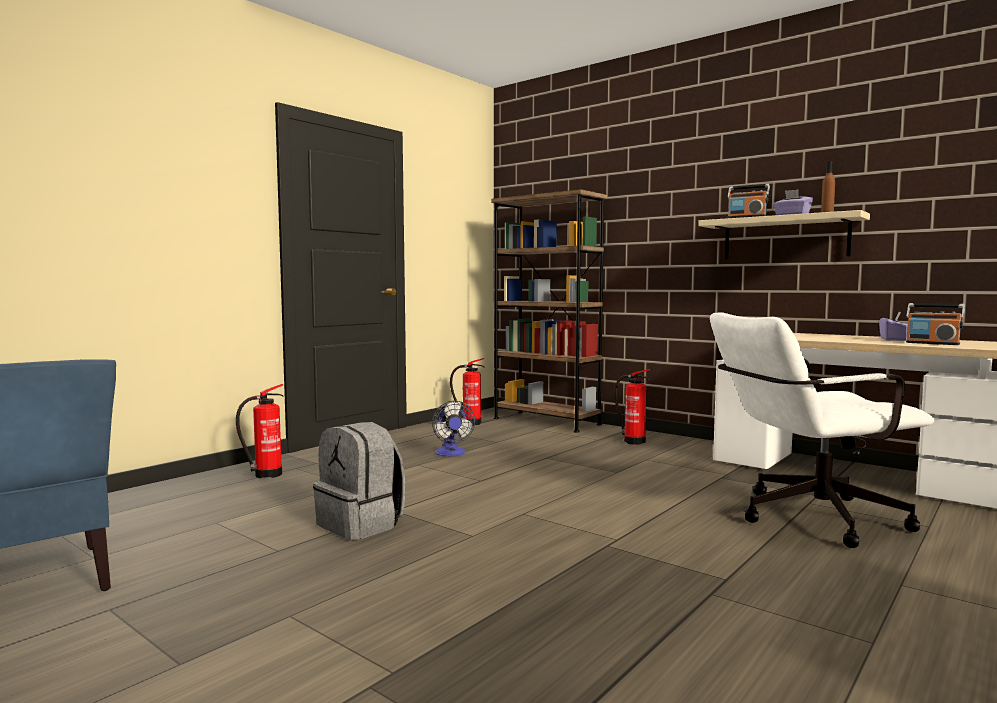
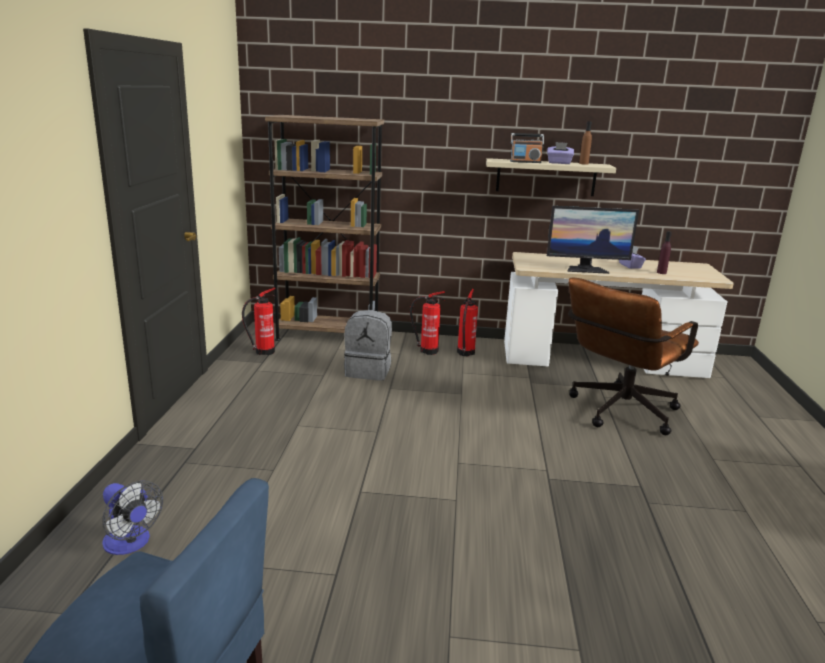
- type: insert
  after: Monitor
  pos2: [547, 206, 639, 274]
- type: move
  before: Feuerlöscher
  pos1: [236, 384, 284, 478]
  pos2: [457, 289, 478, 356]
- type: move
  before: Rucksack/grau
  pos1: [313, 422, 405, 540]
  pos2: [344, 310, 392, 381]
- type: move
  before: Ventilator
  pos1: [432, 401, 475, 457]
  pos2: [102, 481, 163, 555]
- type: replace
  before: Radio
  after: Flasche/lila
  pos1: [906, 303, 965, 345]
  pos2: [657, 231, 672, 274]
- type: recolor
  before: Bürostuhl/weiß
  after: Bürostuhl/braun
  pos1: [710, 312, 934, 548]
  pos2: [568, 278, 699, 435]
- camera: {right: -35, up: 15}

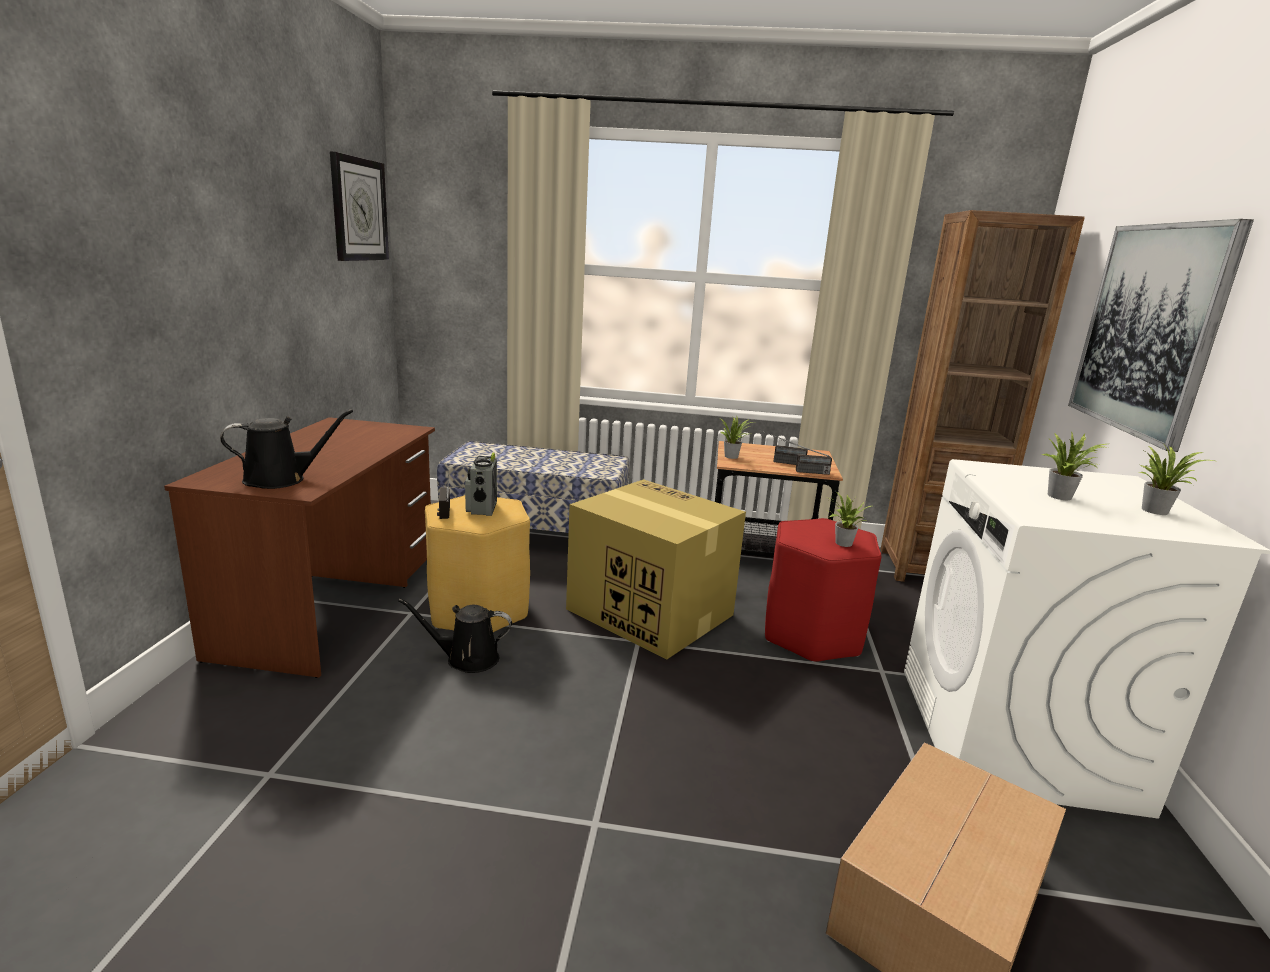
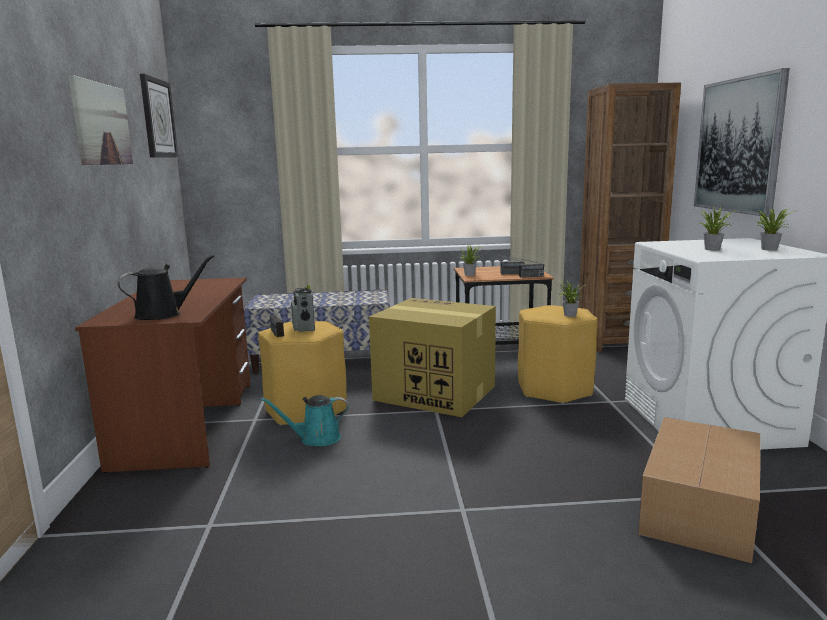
- type: insert
  after: Bild
  pos2: [68, 75, 133, 165]
- type: recolor
  before: Gießkanne/schwarz
  after: Gießkanne/türkis
  pos1: [398, 599, 512, 673]
  pos2: [261, 395, 349, 446]
- type: recolor
  before: Hocker/rot
  after: Hocker/gelb
  pos1: [765, 518, 881, 663]
  pos2: [518, 305, 598, 404]
- camera: {right: -10, up: -5}

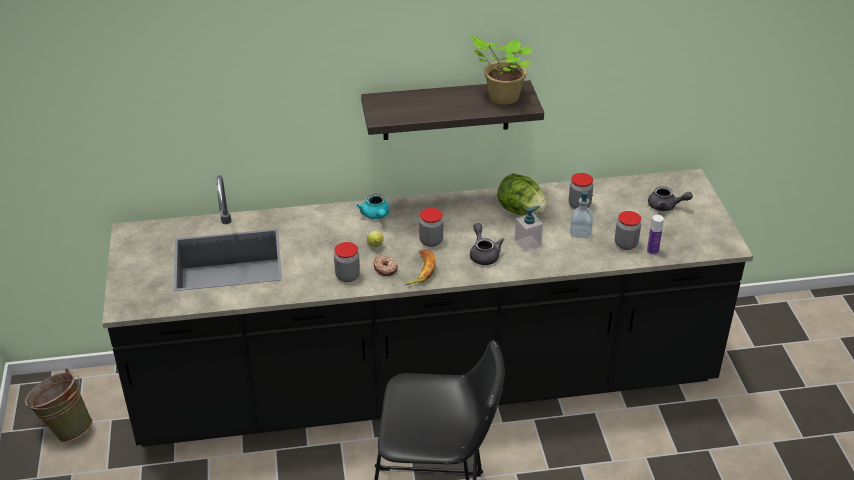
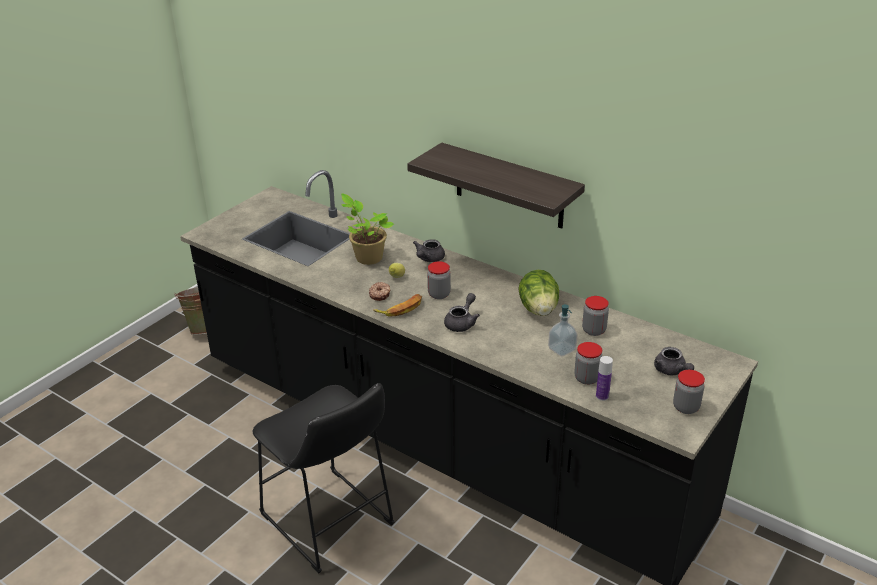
- type: delete
  before: Seifenspender
  pos1: [514, 206, 543, 252]
- type: move
  before: Vorratsglas
  pos1: [334, 242, 360, 282]
  pos2: [673, 370, 705, 414]
- type: move
  before: Topfpflanze
  pos1: [470, 36, 532, 105]
  pos2: [341, 194, 394, 265]
- type: recolor
  before: Teekanne/türkis
  after: Teekanne/grau
  pos1: [357, 194, 390, 219]
  pos2: [413, 239, 445, 262]
- camera: {right: 45, up: -5}

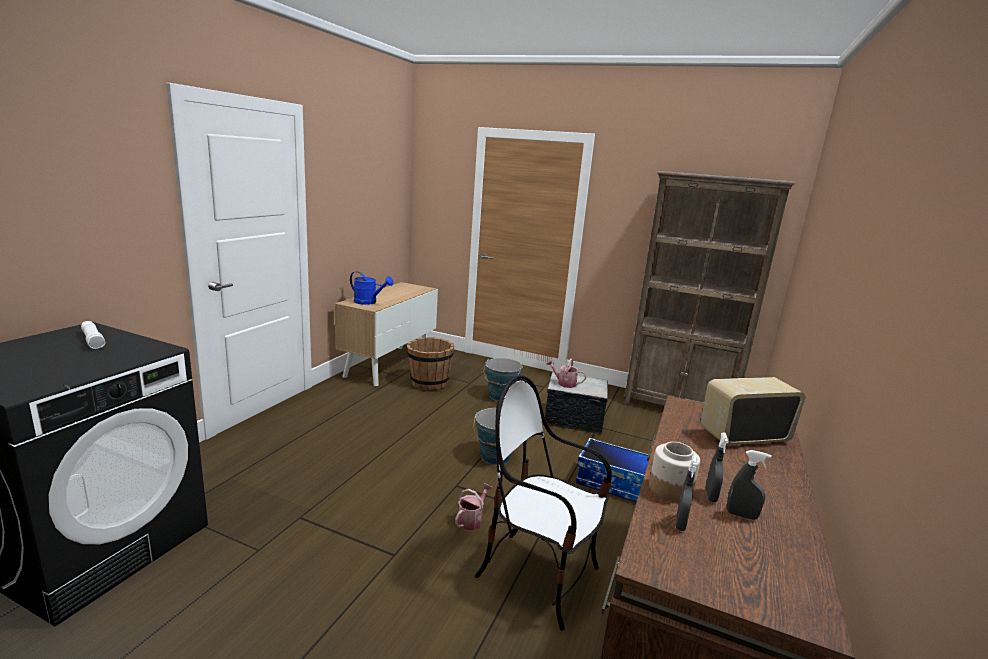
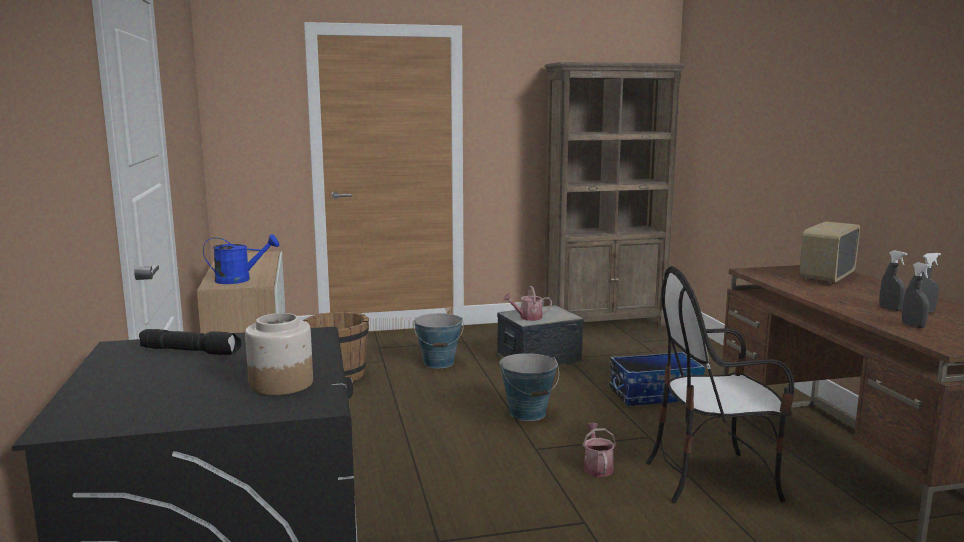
- type: move
  before: Vorratsglas
  pos1: [649, 442, 700, 502]
  pos2: [245, 313, 313, 395]
- type: recolor
  before: Taschenlampe/weiß
  after: Taschenlampe/schwarz
  pos1: [81, 321, 105, 349]
  pos2: [139, 329, 241, 355]
- camera: {right: -35, up: -5}

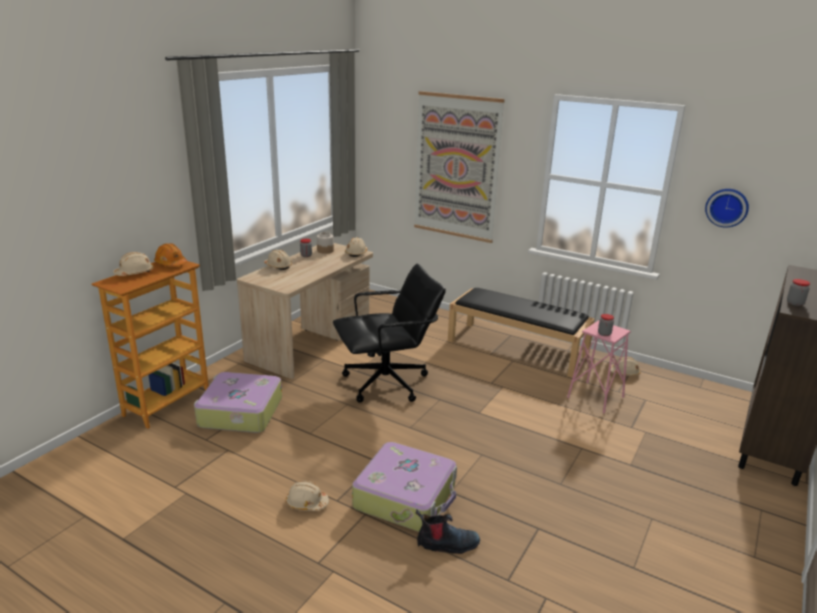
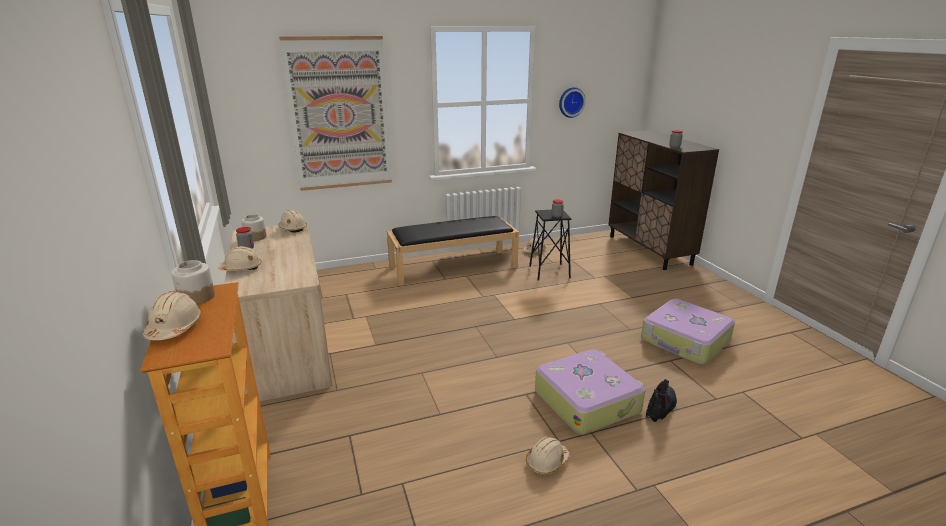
- type: delete
  before: Bürostuhl/schwarz
  pos1: [333, 264, 446, 403]
- type: move
  before: Koffer
  pos1: [194, 372, 282, 433]
  pos2: [641, 299, 735, 365]
- type: replace
  before: Schutzhelm/orange
  after: Vorratsglas
  pos1: [154, 243, 187, 266]
  pos2: [171, 260, 215, 304]
- type: recolor
  before: Hocker/rosa
  after: Hocker/schwarz
  pos1: [567, 320, 631, 413]
  pos2: [529, 210, 571, 280]
- camera: {right: -50, up: 0}

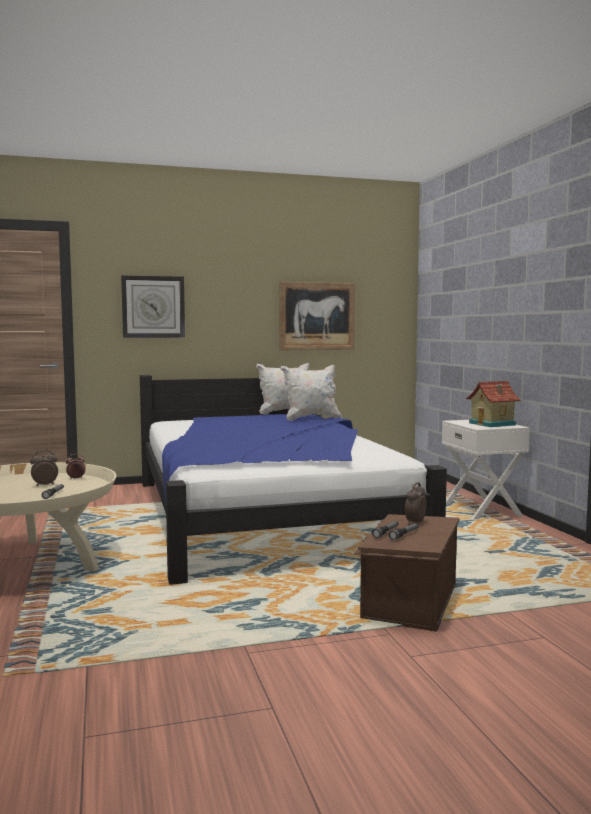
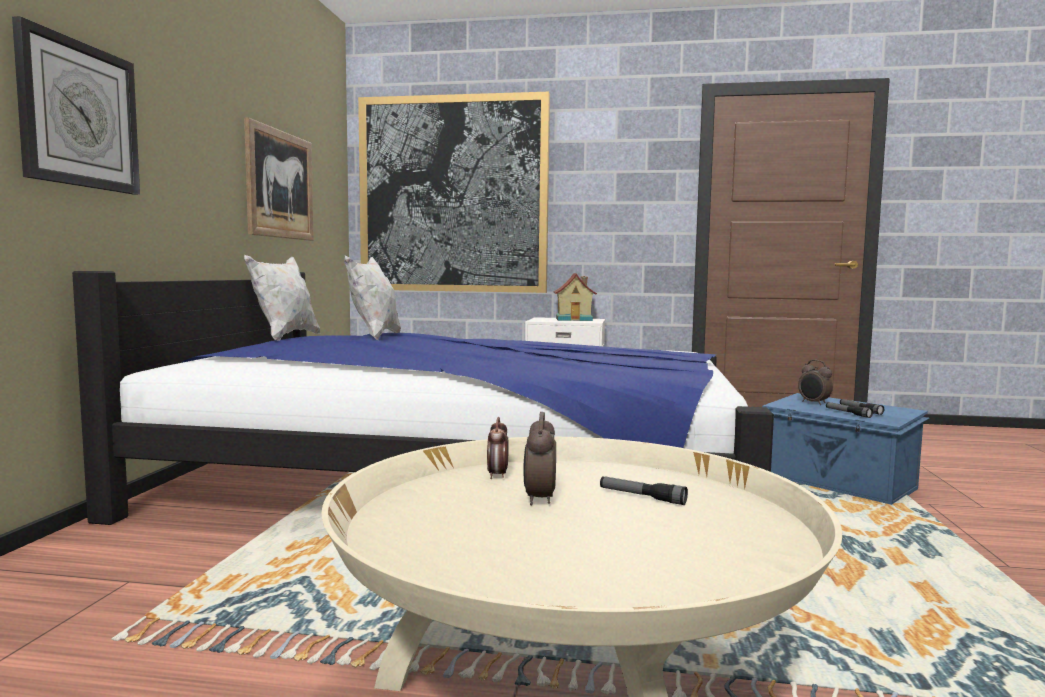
- type: insert
  after: Bild
  pos2: [358, 92, 550, 293]
- type: recolor
  before: Aufbewahrungsbox/braun
  after: Aufbewahrungsbox/blau
  pos1: [355, 514, 460, 632]
  pos2: [762, 393, 929, 505]
- camera: {right: -65, up: 0}

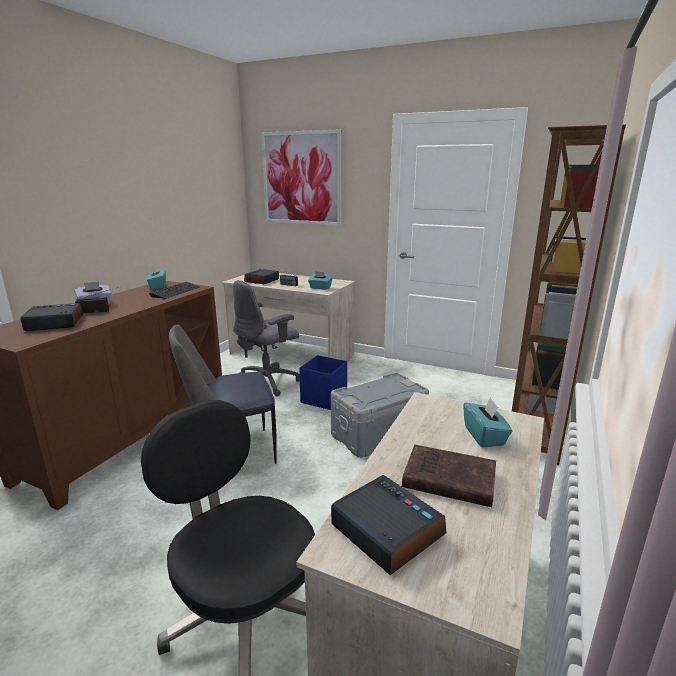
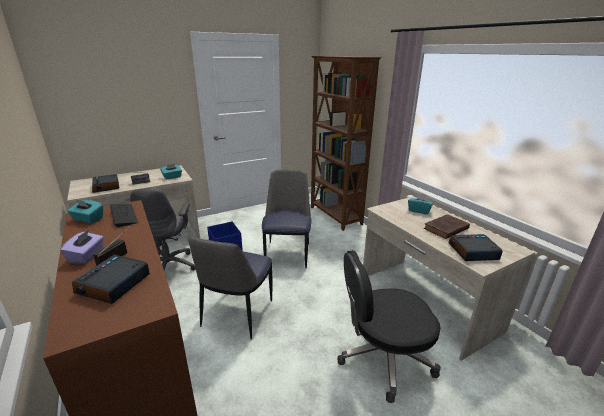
- type: delete
  before: Bild
  pos1: [261, 129, 341, 226]
- type: replace
  before: Aufbewahrungsbox/grau
  after: Stuhl
  pos1: [331, 372, 429, 458]
  pos2: [262, 169, 312, 268]
- camera: {right: -55, up: 5}

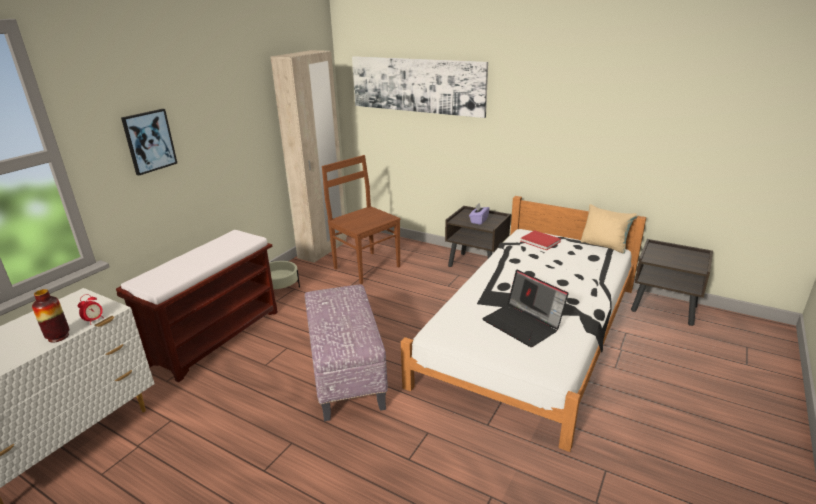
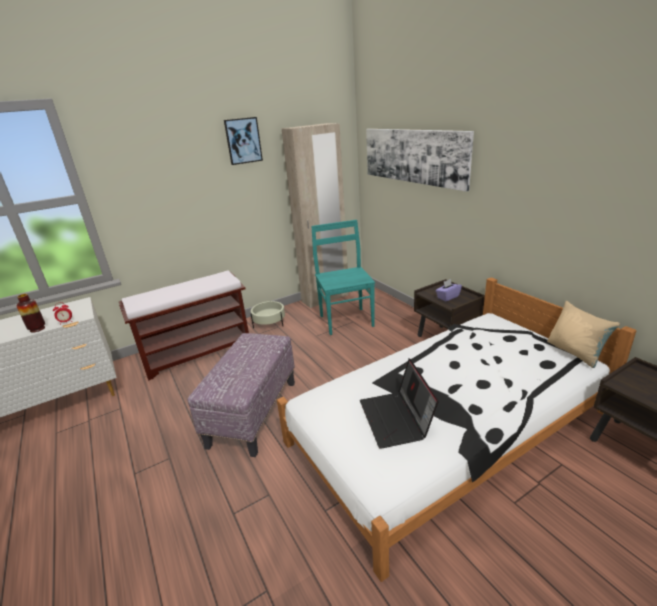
- type: delete
  before: Buch/rot
  pos1: [521, 230, 561, 250]
- type: move
  before: Bild
  pos1: [121, 109, 177, 175]
  pos2: [224, 117, 263, 165]
- type: recolor
  before: Stuhl/braun
  after: Stuhl/türkis
  pos1: [322, 155, 401, 284]
  pos2: [311, 220, 375, 335]
- camera: {right: 30, up: 0}

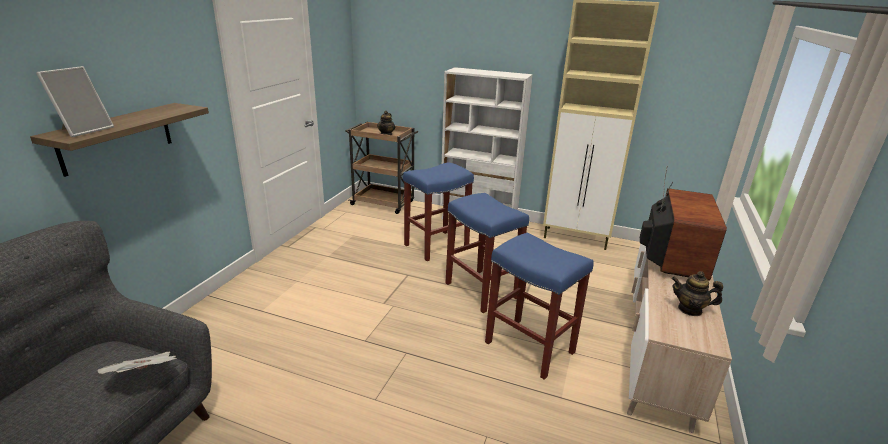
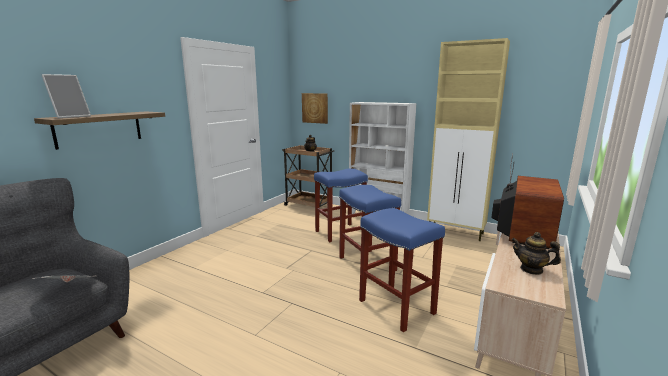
- type: insert
  after: Bild
  pos2: [302, 93, 328, 124]
- camera: {right: 10, up: -10}

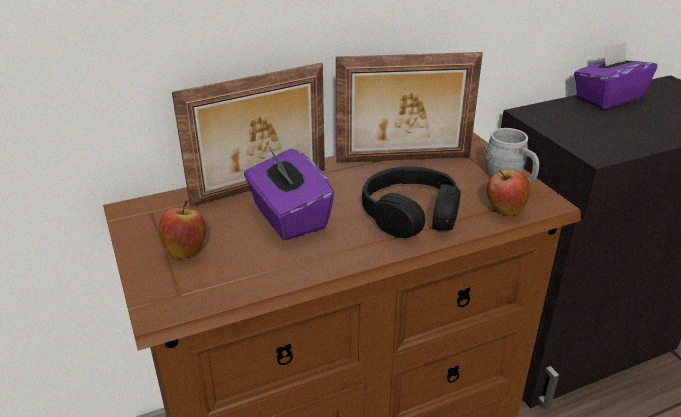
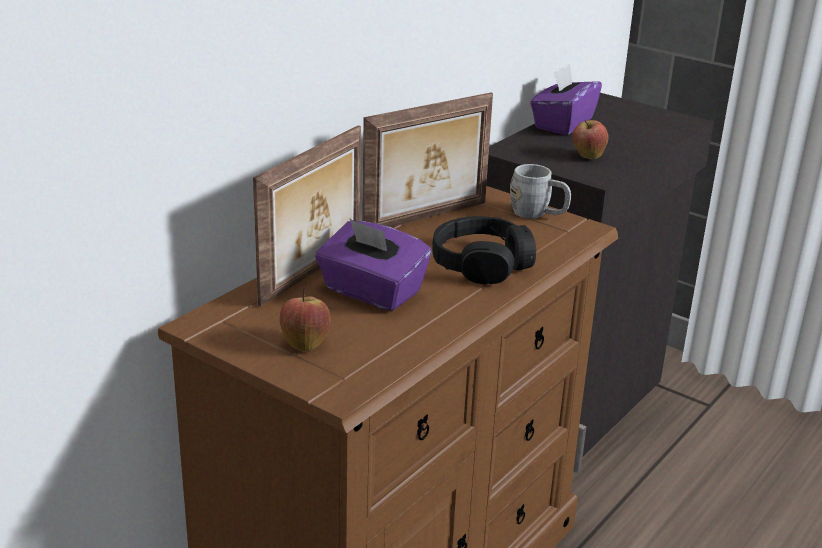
- type: move
  before: Apfel
  pos1: [487, 169, 531, 216]
  pos2: [572, 120, 609, 159]
- camera: {right: -30, up: -5}

